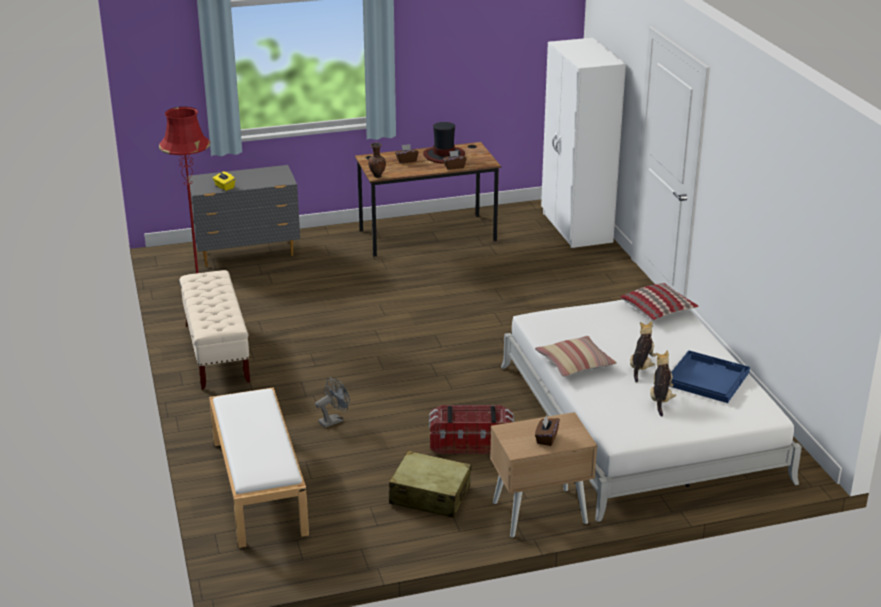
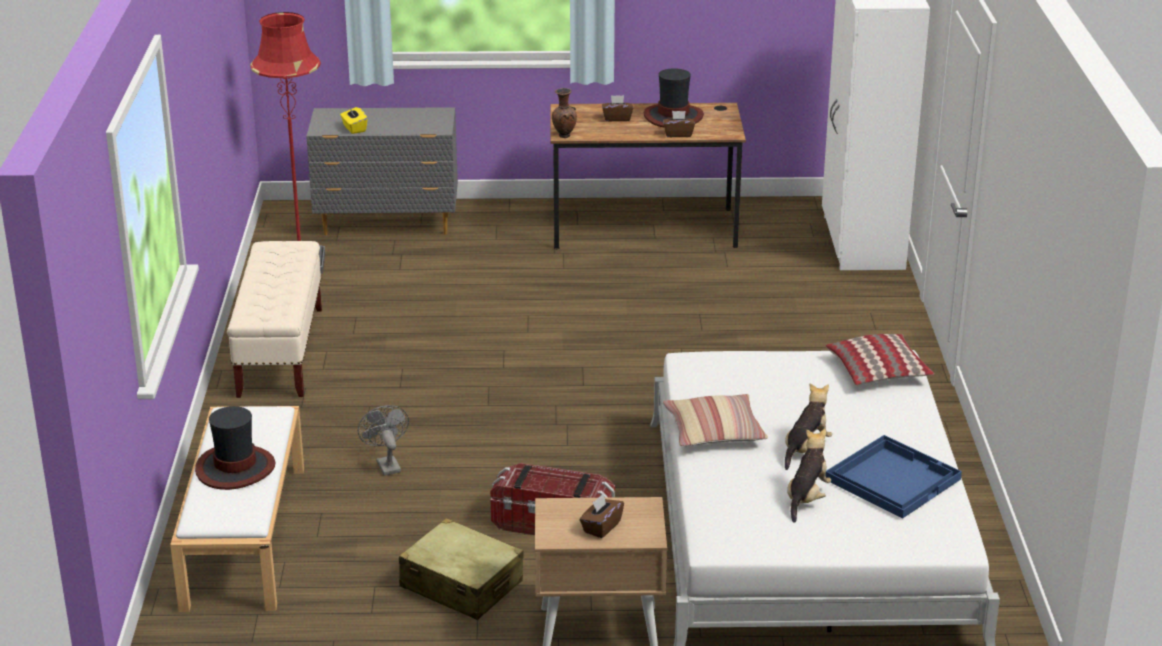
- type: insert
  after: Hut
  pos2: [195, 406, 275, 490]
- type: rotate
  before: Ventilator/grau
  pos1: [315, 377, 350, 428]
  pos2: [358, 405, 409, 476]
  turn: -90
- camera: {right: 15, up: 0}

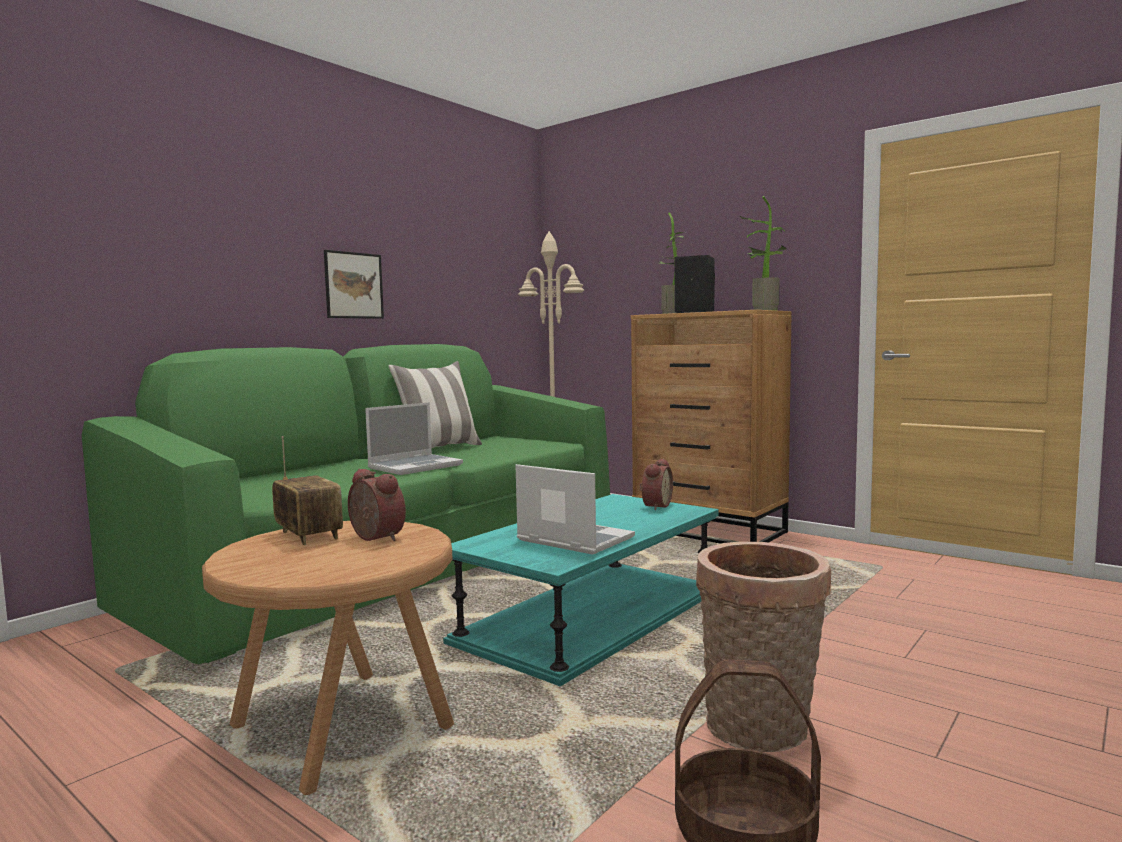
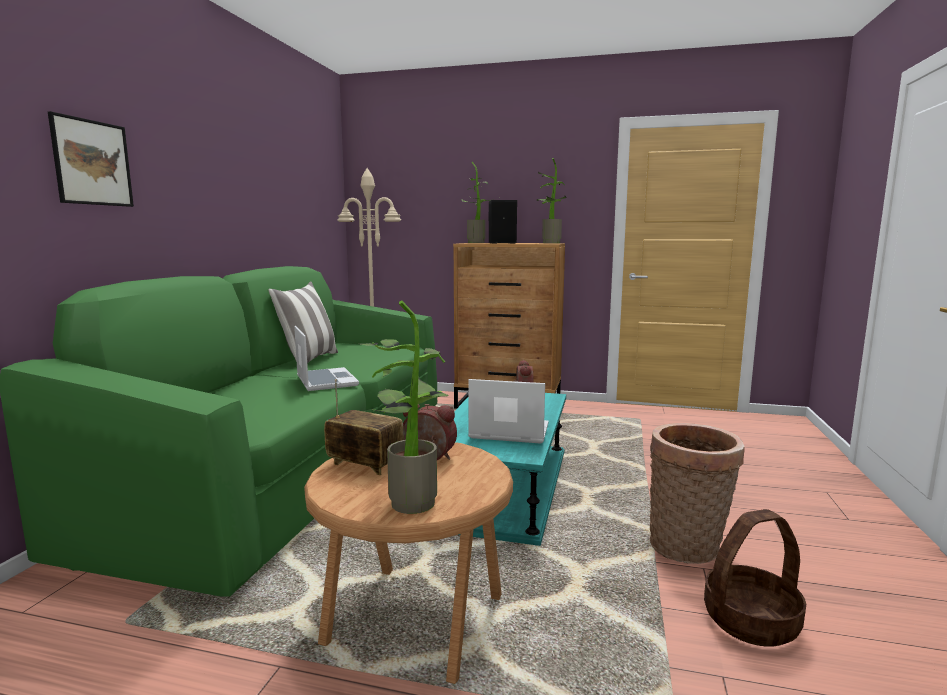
- type: insert
  after: Topfpflanze
  pos2: [361, 301, 448, 514]
- type: move
  before: Bild
  pos1: [324, 250, 384, 319]
  pos2: [48, 111, 134, 207]
- type: rotate
  before: Laptop
  pos1: [365, 402, 463, 475]
  pos2: [294, 326, 359, 391]
  turn: -45
- camera: {right: -25, up: 5}

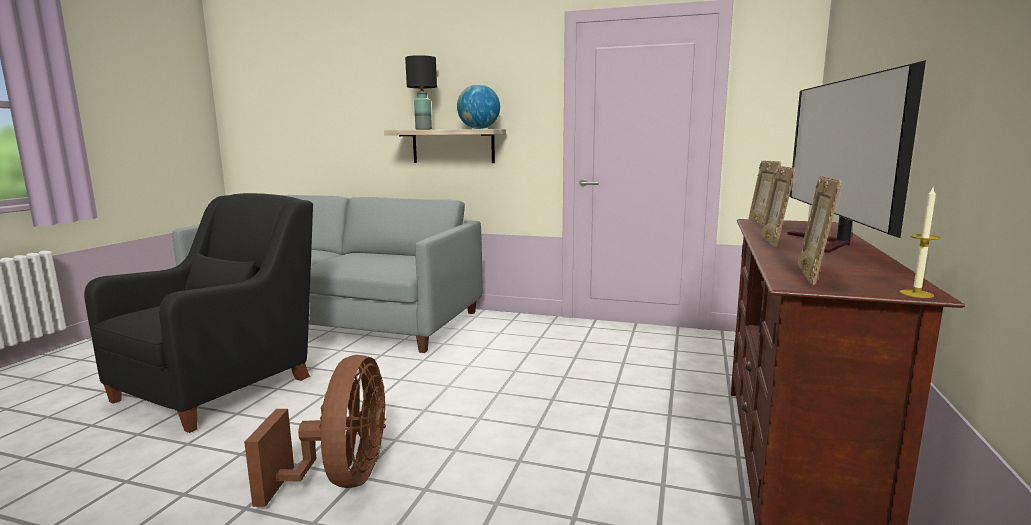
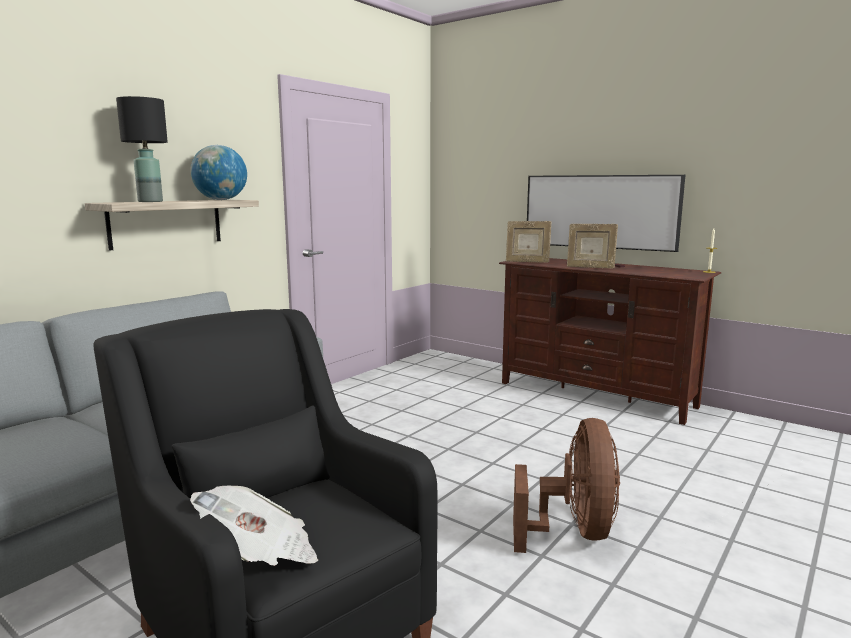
- type: delete
  before: Bilderrahmen
  pos1: [798, 176, 842, 285]
- type: insert
  after: Zeitung
  pos2: [190, 486, 318, 566]
- type: rotate
  before: Ventilator/braun
  pos1: [244, 355, 386, 507]
  pos2: [513, 418, 620, 553]
  turn: 75
- camera: {right: -70, up: 0}

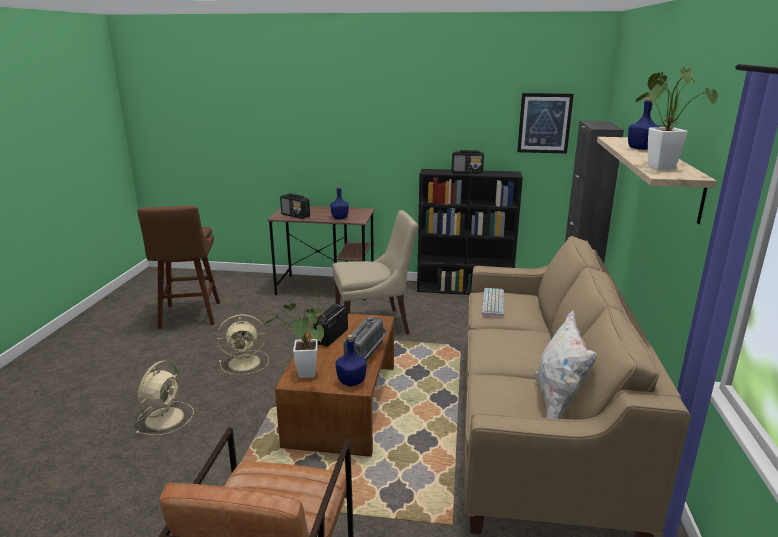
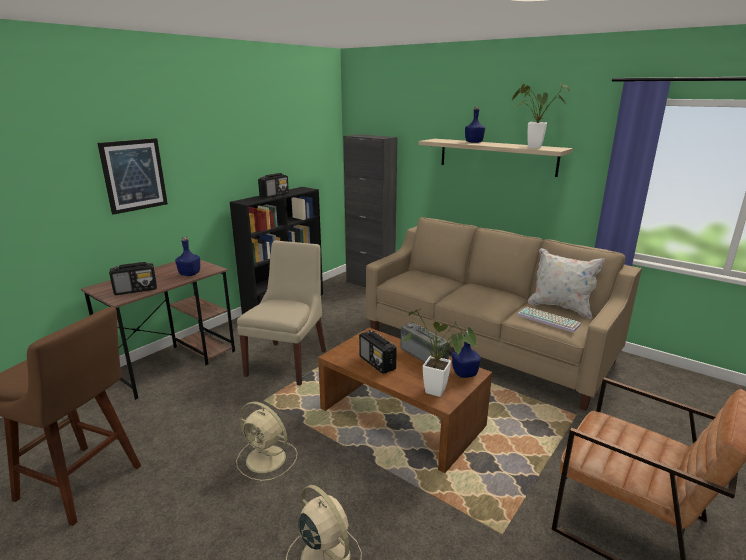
- type: move
  before: Tastatur
  pos1: [482, 288, 504, 317]
  pos2: [517, 307, 581, 333]
- type: move
  before: Bild
  pos1: [517, 93, 574, 153]
  pos2: [97, 138, 168, 215]
- type: rotate
  before: Ventilator/beige
  pos1: [217, 314, 269, 375]
  pos2: [236, 401, 297, 481]
  turn: 105
- camera: {right: -60, up: 0}

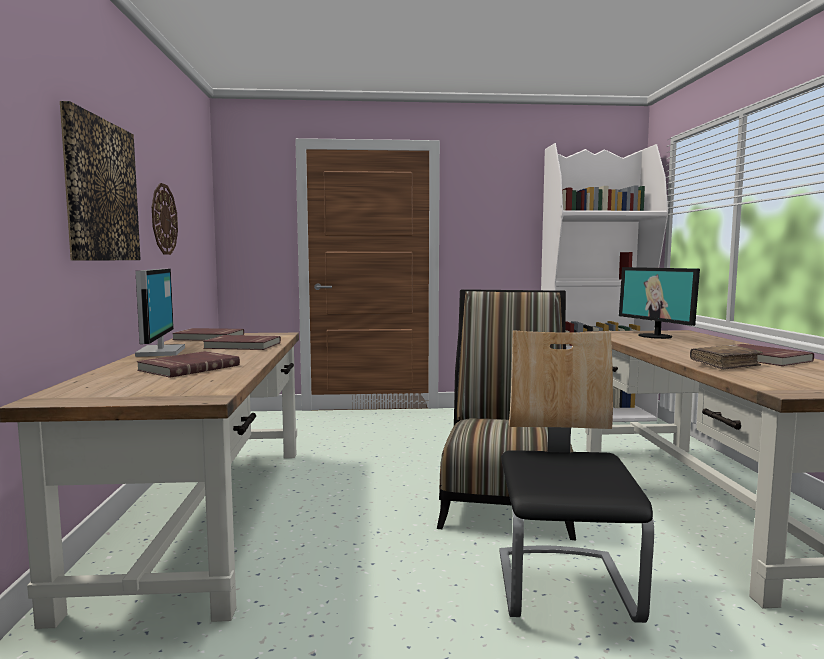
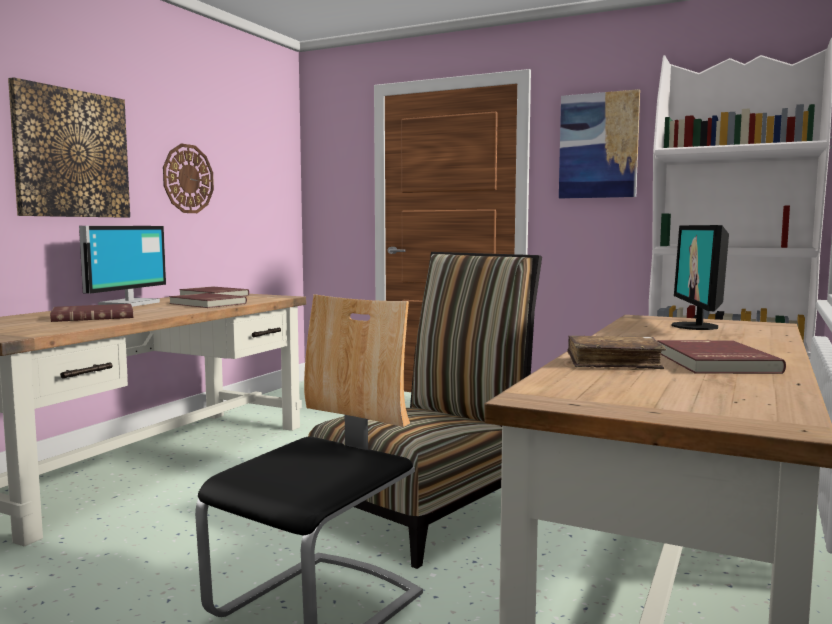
- type: insert
  after: Bild
  pos2: [559, 89, 640, 198]
- camera: {right: 30, up: 0}

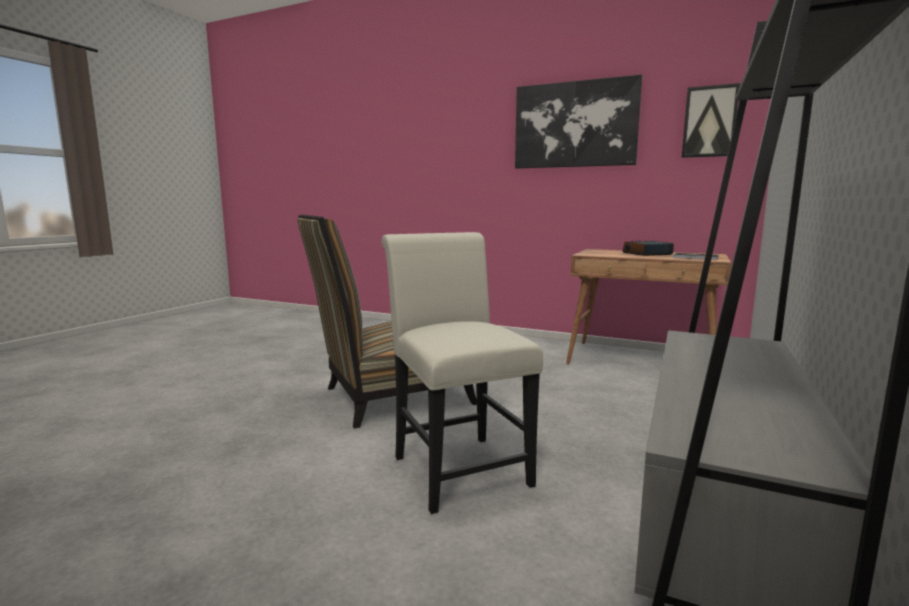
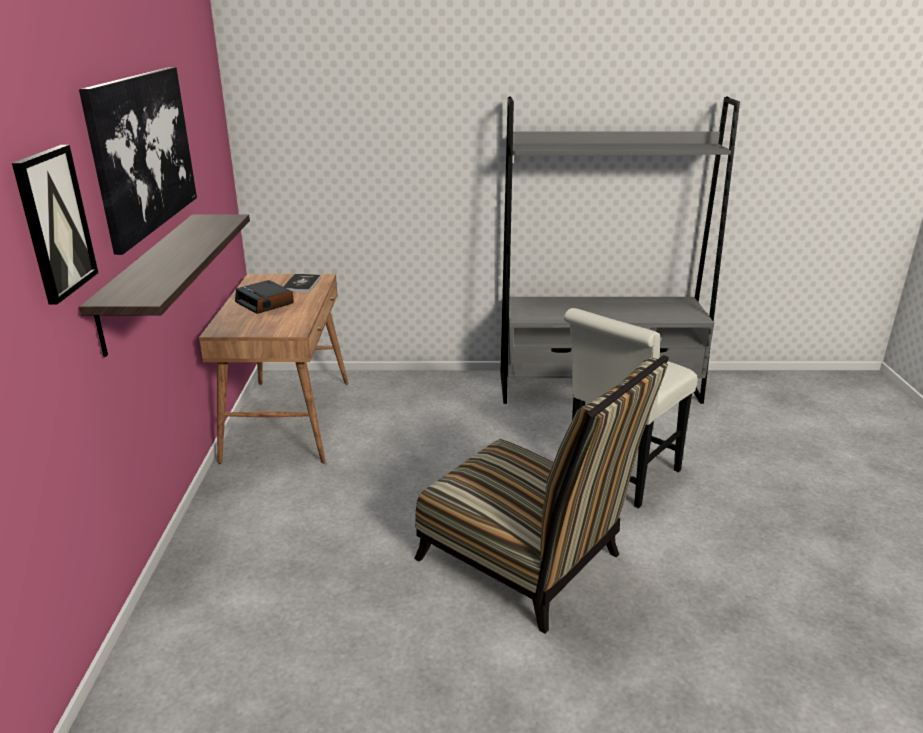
- type: insert
  after: Wandregal
  pos2: [79, 215, 250, 357]
- type: move
  before: Bild
  pos1: [682, 83, 740, 158]
  pos2: [12, 145, 98, 305]
- camera: {right: -115, up: 15}

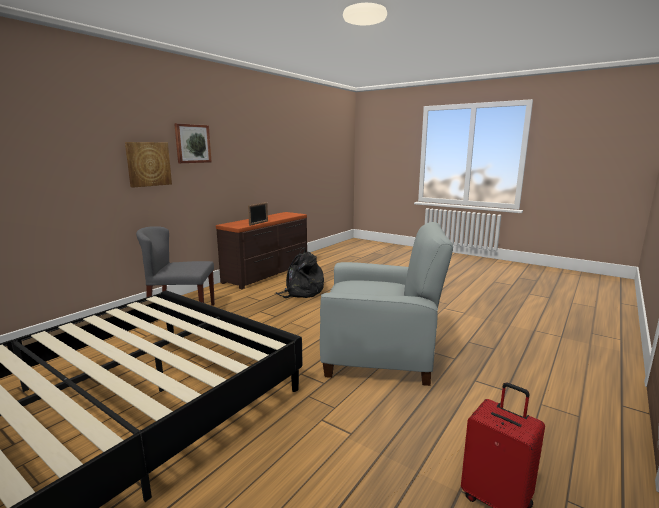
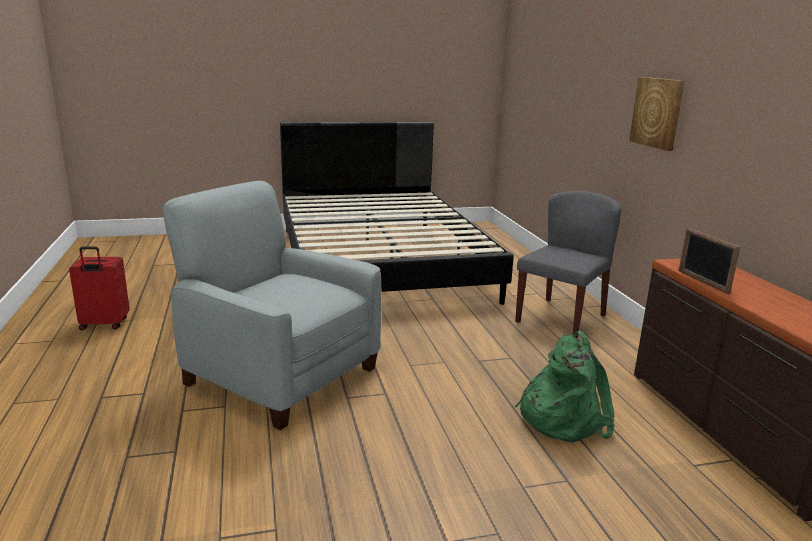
- type: delete
  before: Bild
  pos1: [174, 123, 212, 163]
- type: recolor
  before: Rucksack/schwarz
  after: Rucksack/grün
  pos1: [275, 247, 324, 298]
  pos2: [515, 331, 615, 443]
- type: rotate
  before: Sessel/grau
  pos1: [320, 222, 453, 386]
  pos2: [162, 181, 381, 430]
  turn: 75
- camera: {right: 130, up: 5}

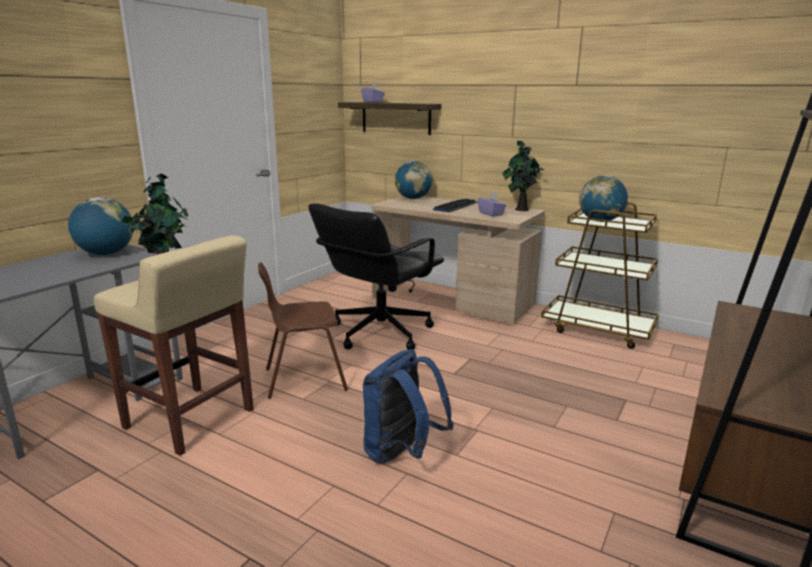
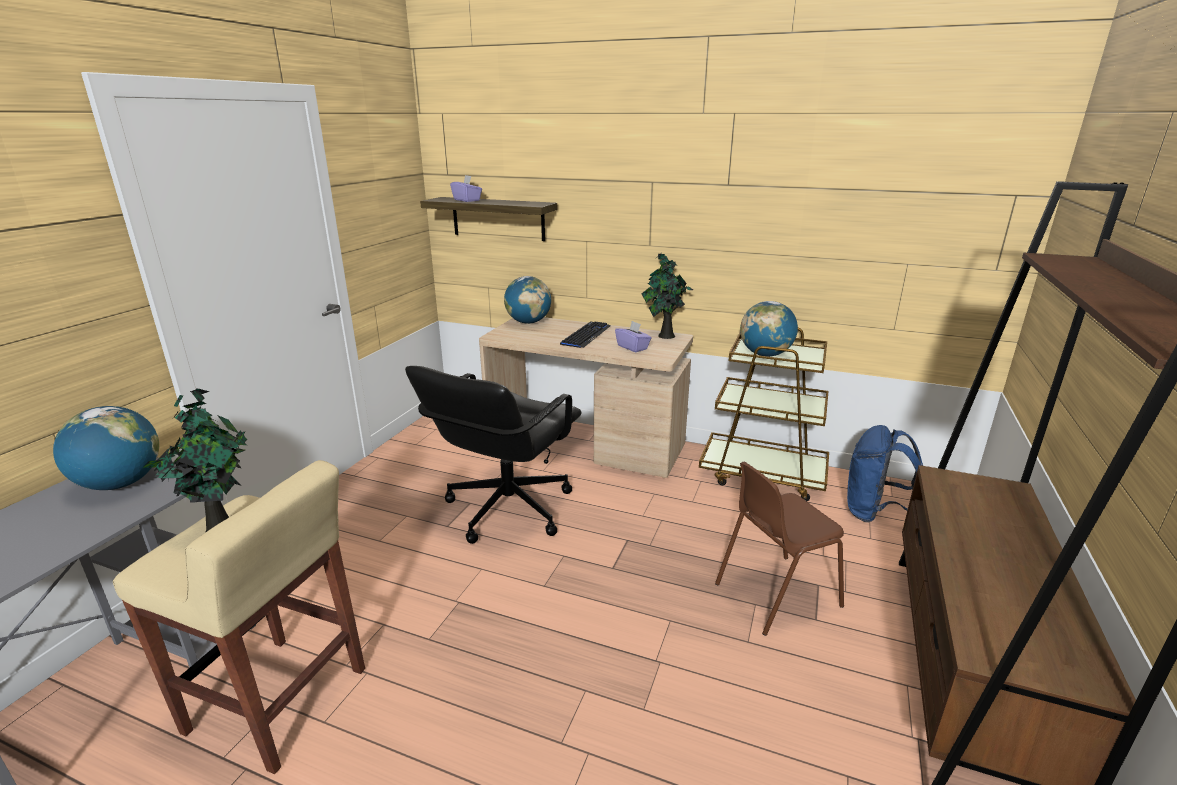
- type: move
  before: Stuhl/braun
  pos1: [258, 262, 348, 399]
  pos2: [715, 462, 844, 636]
- type: move
  before: Rucksack/blau
  pos1: [363, 349, 454, 464]
  pos2: [847, 425, 923, 522]
- camera: {right: -10, up: 5}

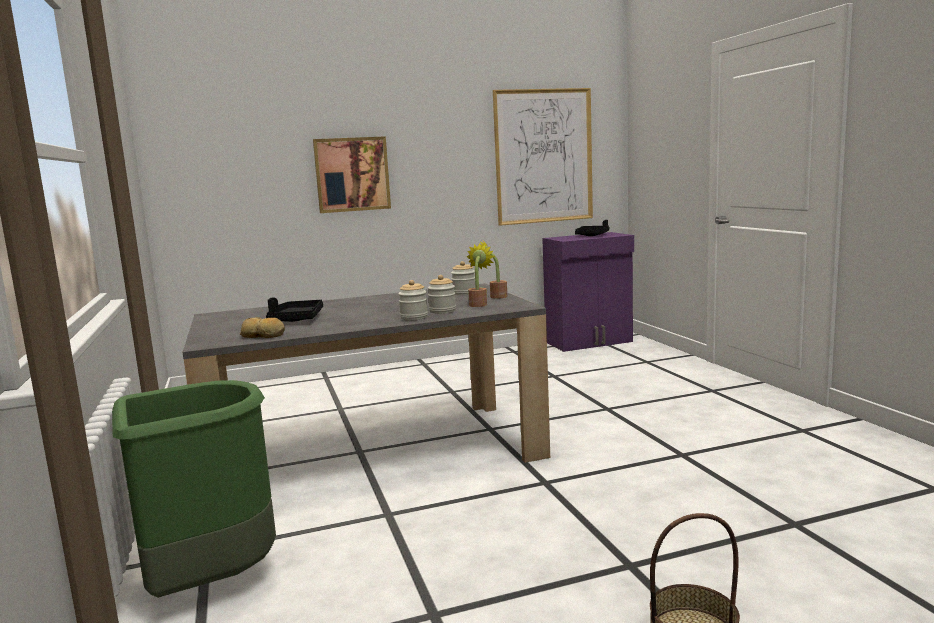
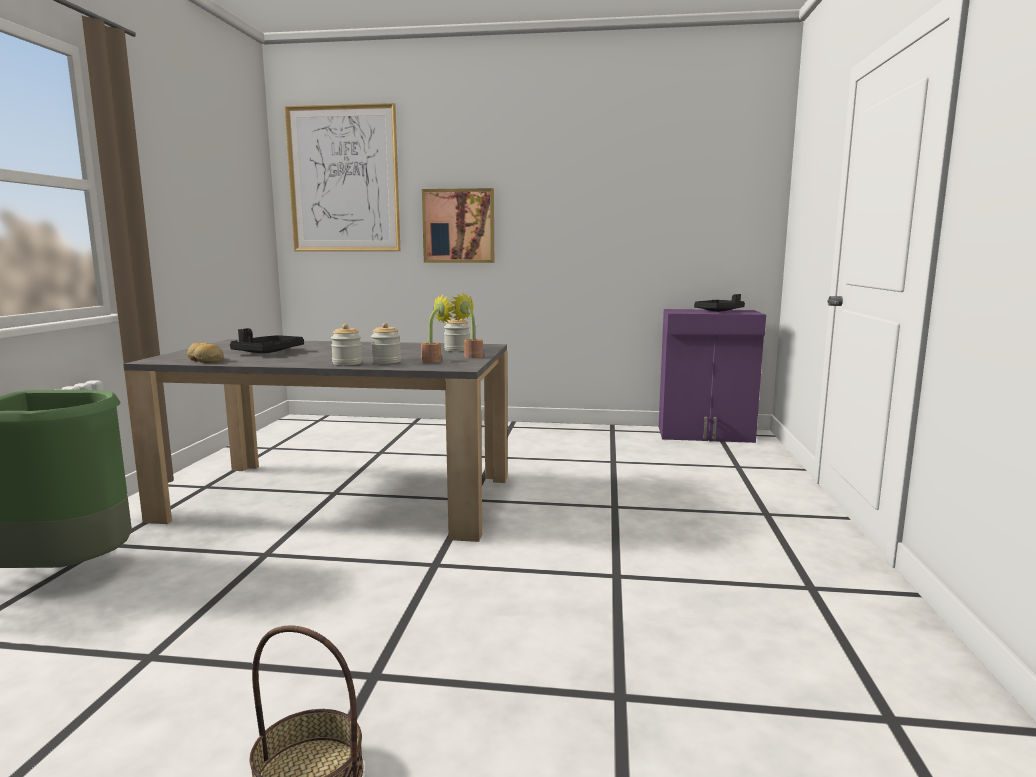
- type: move
  before: Bild
  pos1: [493, 88, 593, 226]
  pos2: [284, 103, 400, 251]
- camera: {right: 25, up: 0}

